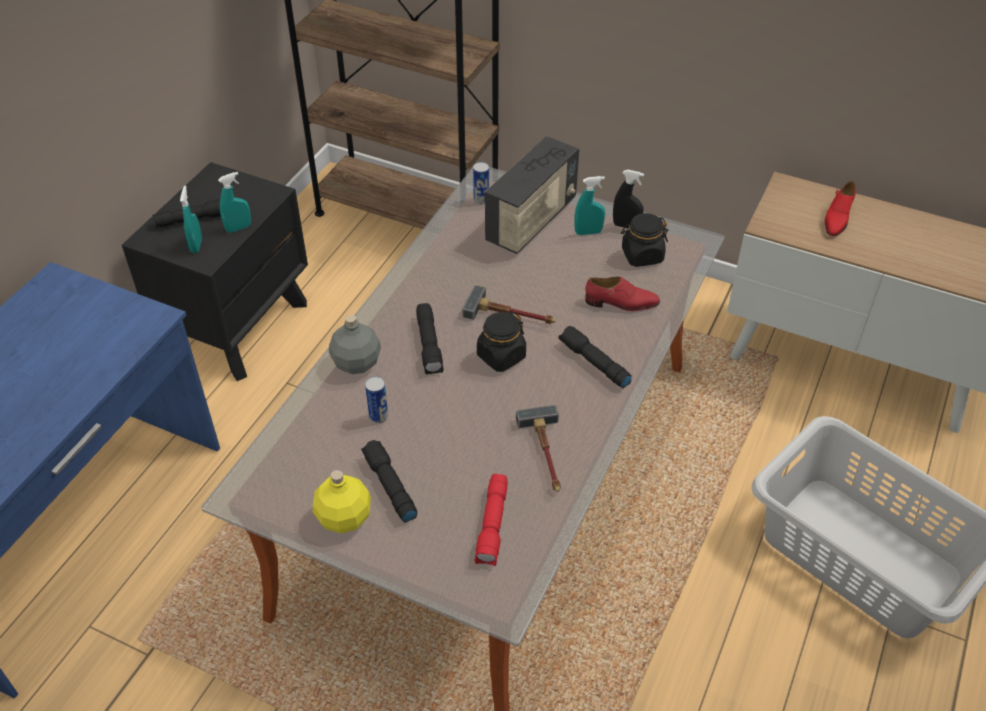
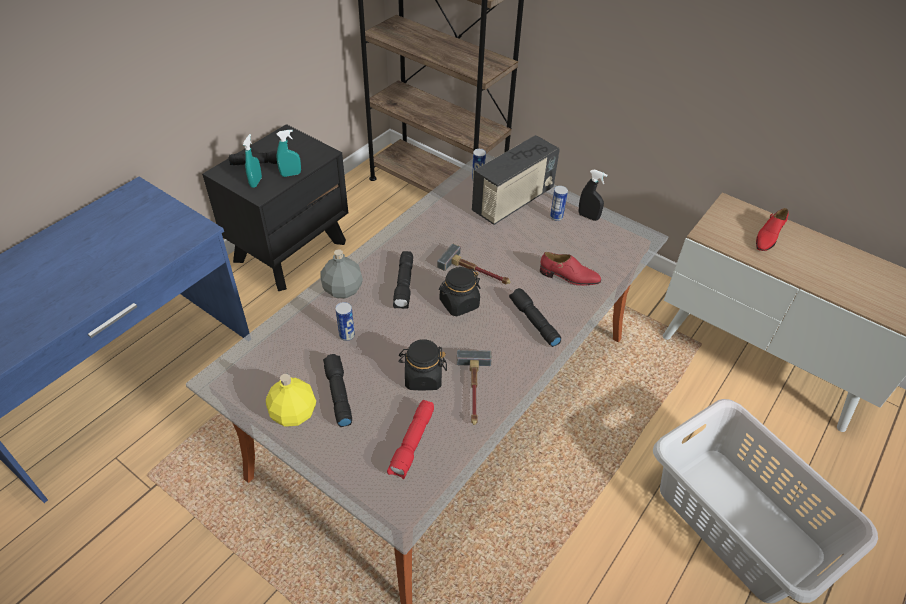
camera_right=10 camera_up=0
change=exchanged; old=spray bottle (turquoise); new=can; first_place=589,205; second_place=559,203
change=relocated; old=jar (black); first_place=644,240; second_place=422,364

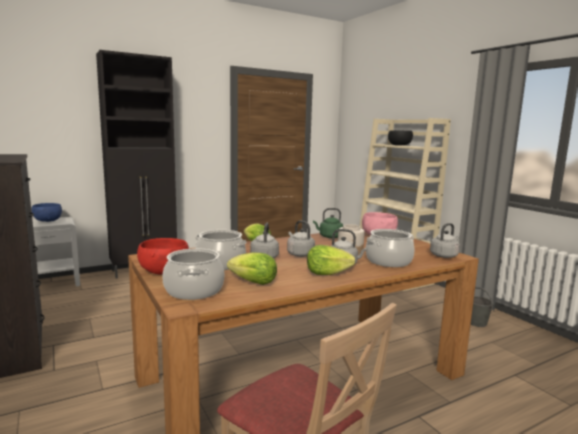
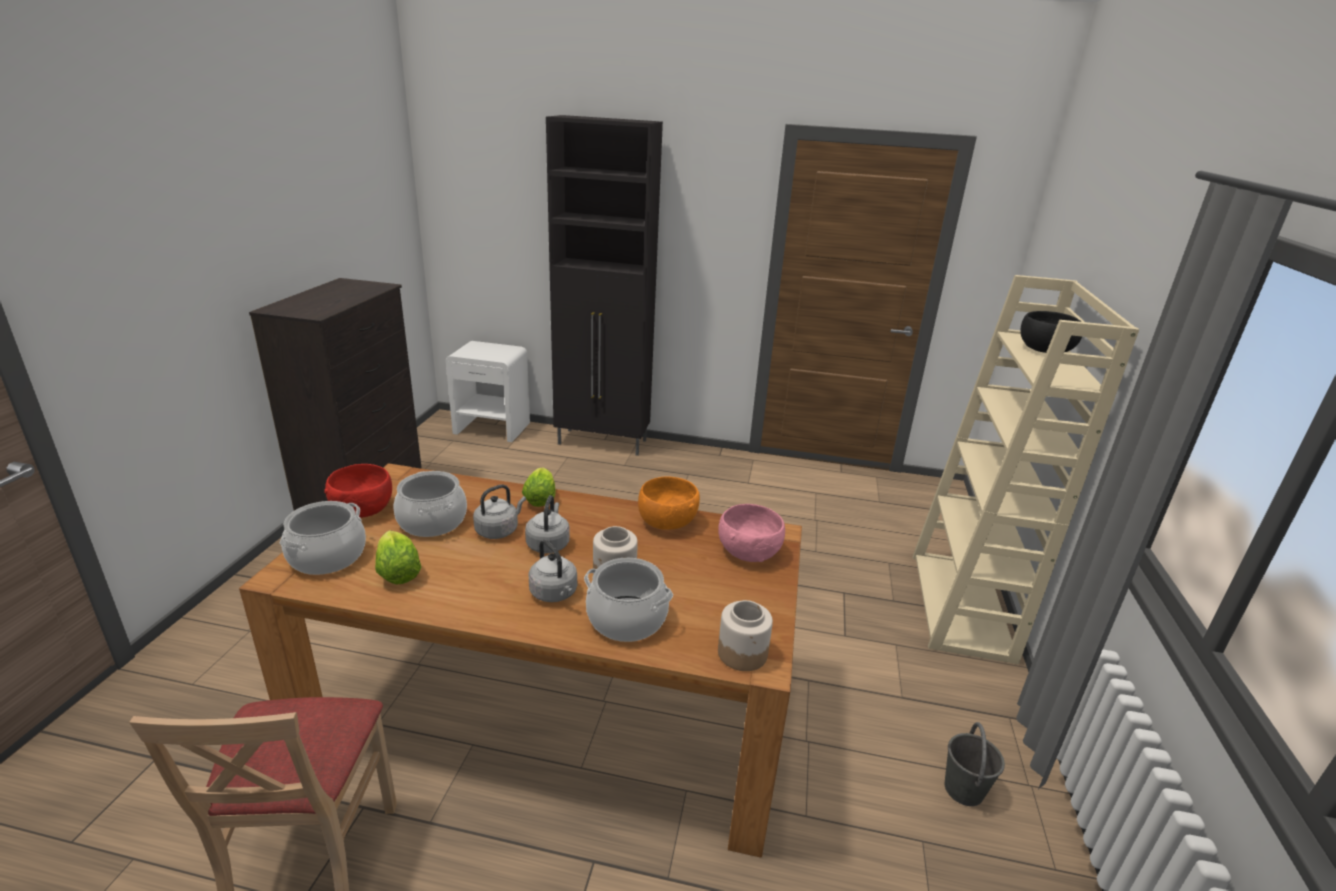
camera_right=40 camera_up=15
change=missing; old=bowl (blue); first_place=46,212
change=missing; old=lettuce; first_place=331,260
change=exchanged; old=kettle (green); new=bowl (orange); first_place=328,223; second_place=669,503
change=exchanged; old=kettle (grey); new=jar; first_place=445,240; second_place=745,635

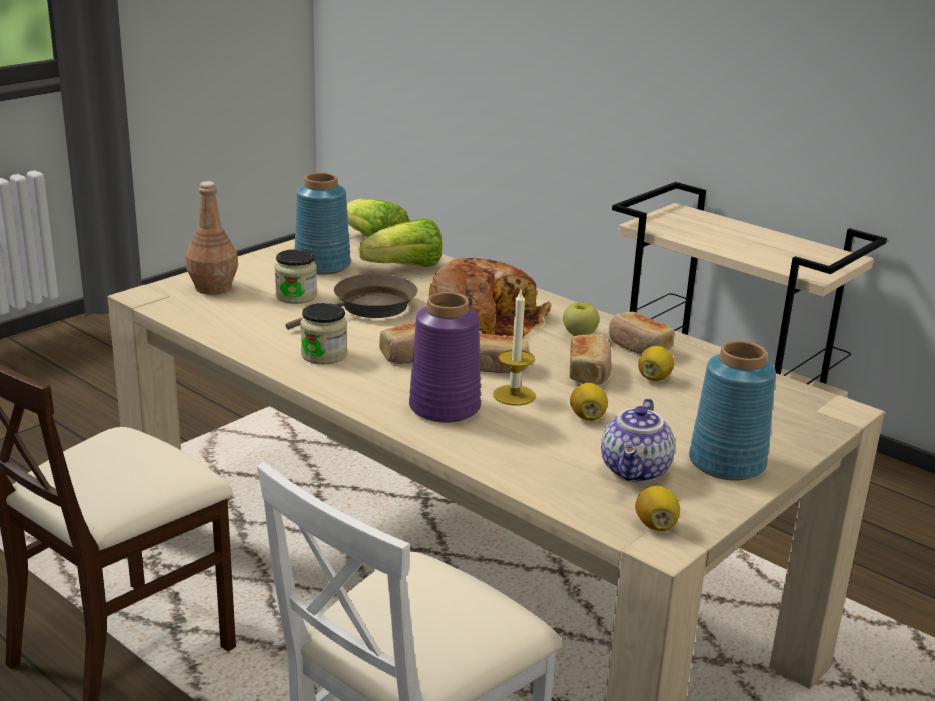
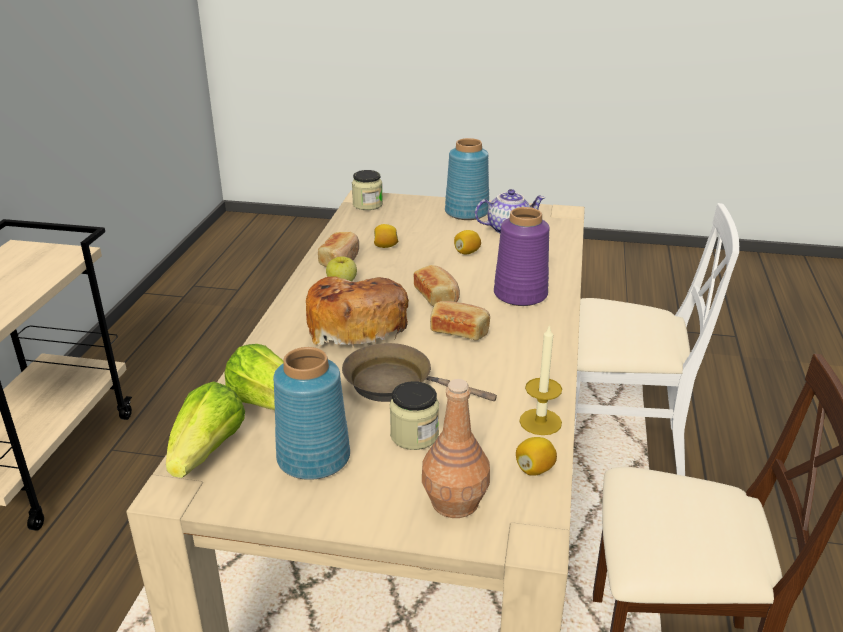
camera_right=-120 camera_up=5
change=relocated; old=jar; first_place=323,333; second_place=367,190
change=relocated; old=candle; first_place=514,348; second_place=540,379
change=missing; old=bread; first_place=590,359
change=relocated; old=lemon; first_place=657,508; second_place=536,456

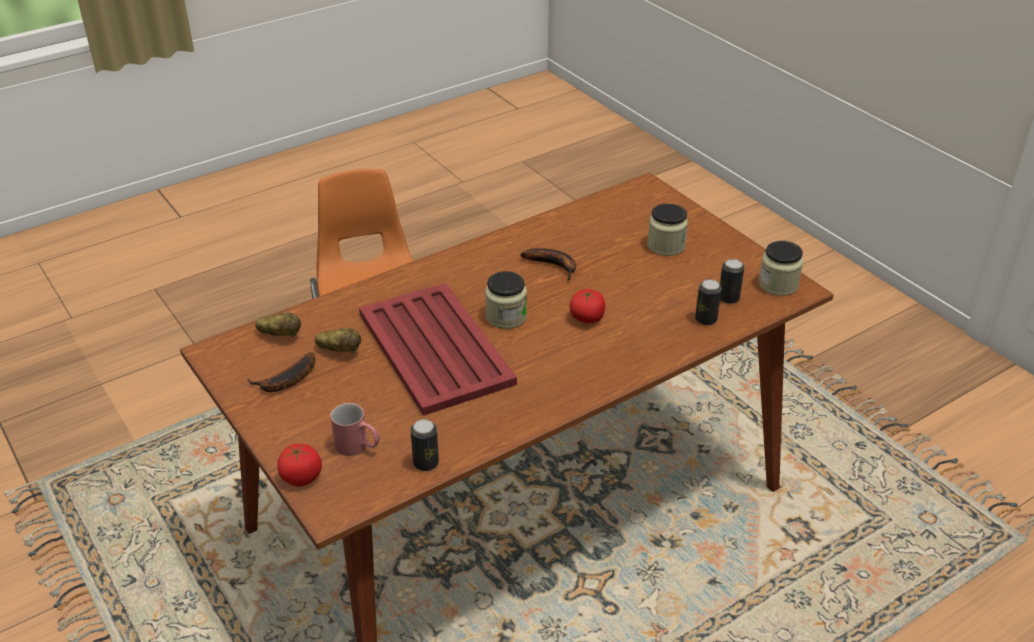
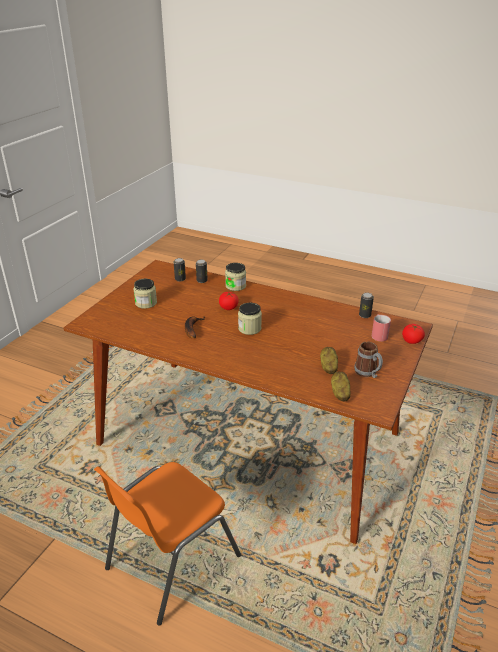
camera_right=-120 camera_up=-5
change=exchanged; old=banana; new=mug; first_place=282,372; second_place=368,359
change=missing; old=tray (red); first_place=438,349
change=relocated; old=jar; first_place=781,268; second_place=235,277

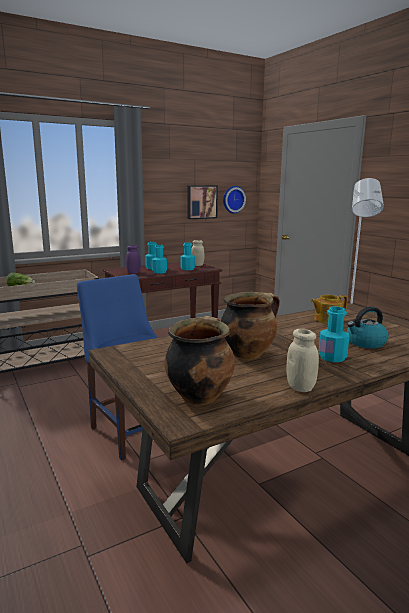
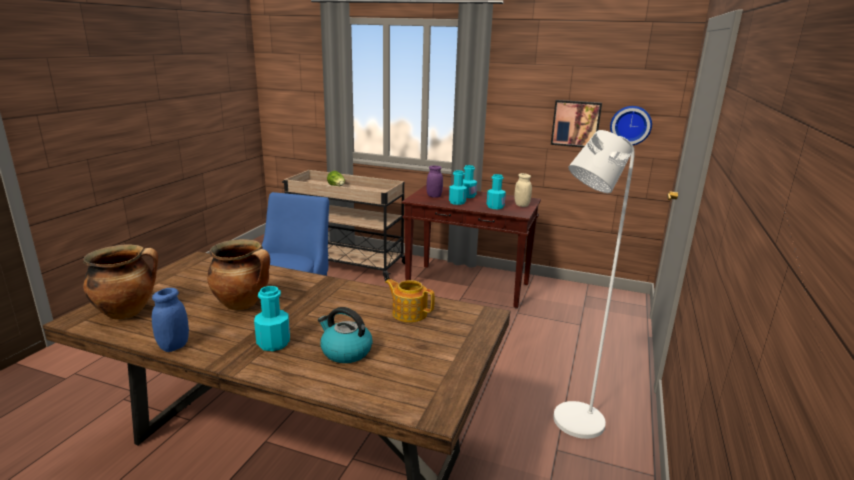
camera_right=50 camera_up=5
change=colour; old=jar (beige); new=jar (blue); first_place=302,360; second_place=170,320

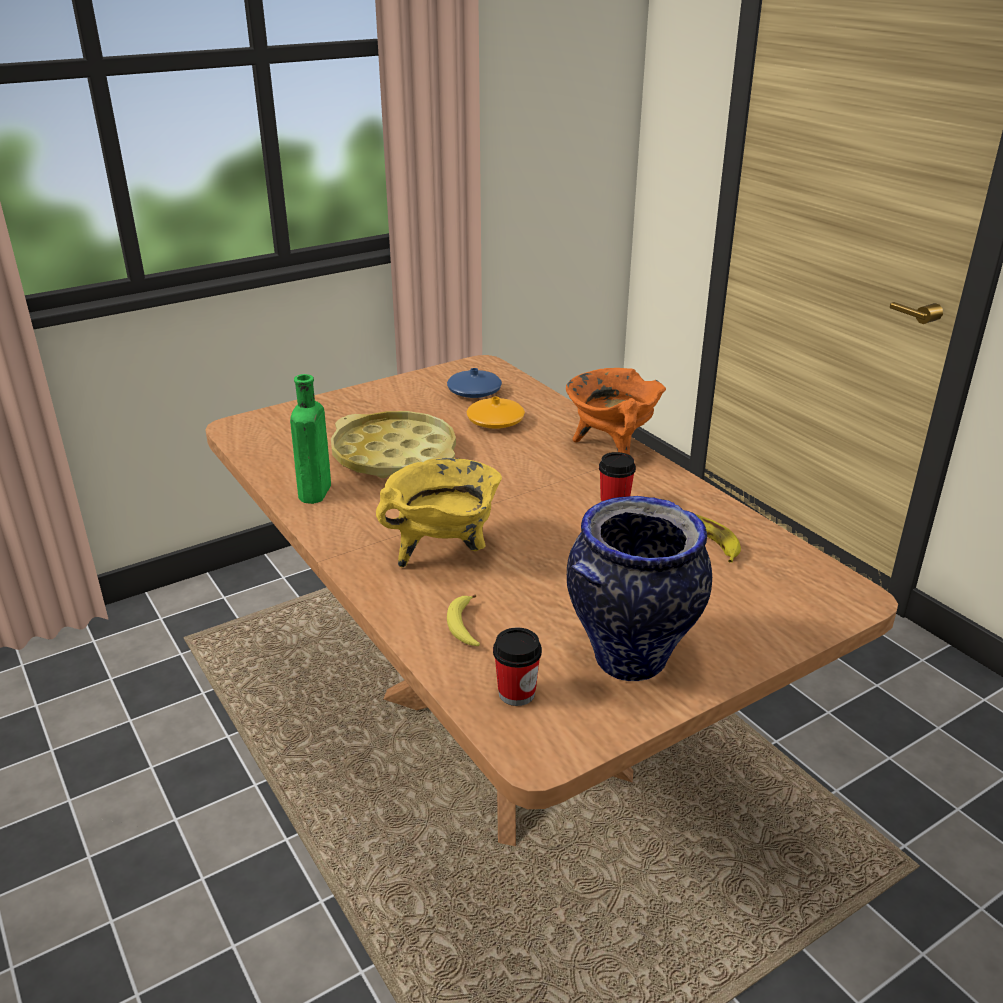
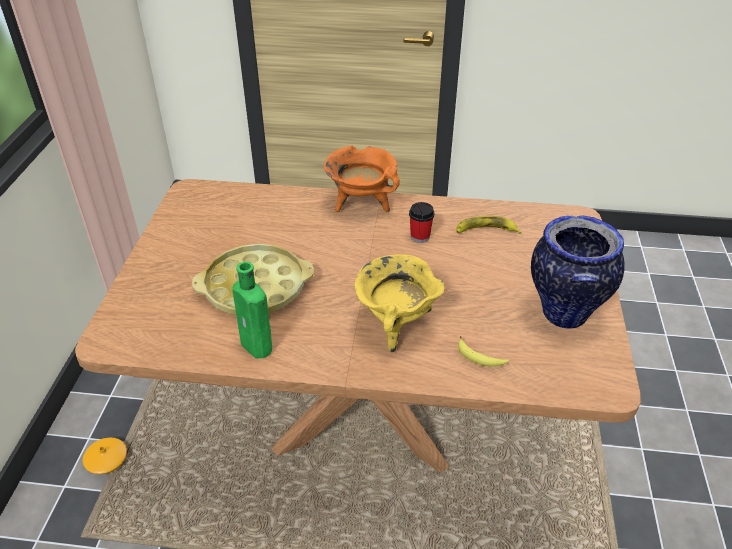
camera_right=-50 camera_up=10
change=missing; old=vase (blue); first_place=474,383
change=relocated; old=vase (orange); first_place=496,413; second_place=105,456
change=missing; old=cup; first_place=517,666

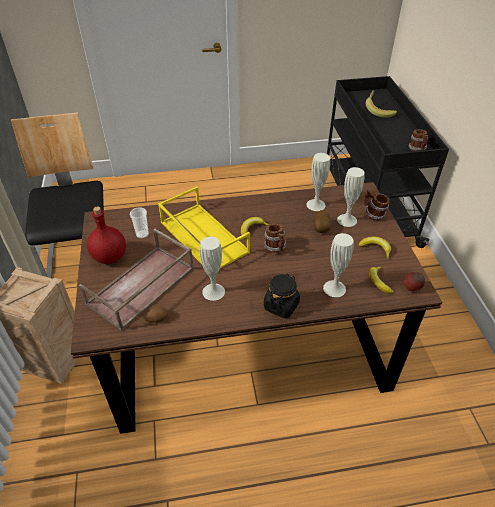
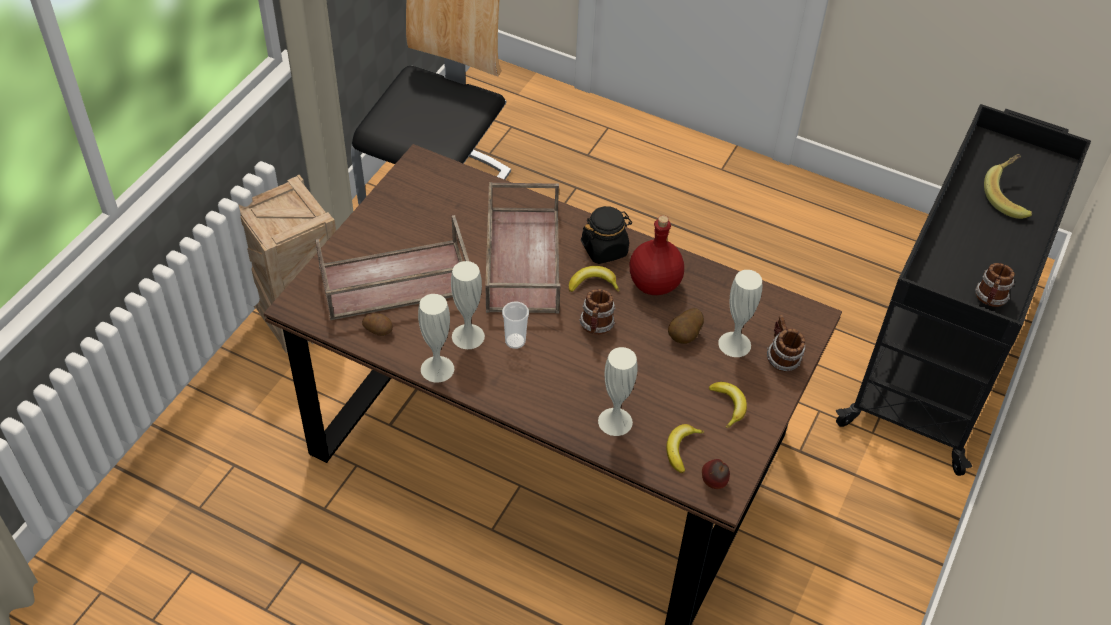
camera_right=35 camera_up=5
change=relocated; old=bottle (red); first_place=106,235; second_place=656,255
change=relocated; old=cup; first_place=139,223; second_place=515,325
change=colour; old=tray (yellow); new=tray (brown); first_place=204,227; second_place=522,247
change=relocated; old=jar (black); first_place=282,295; second_place=606,235
change=relocated; old=vase (white); first_place=318,182; second_place=436,338

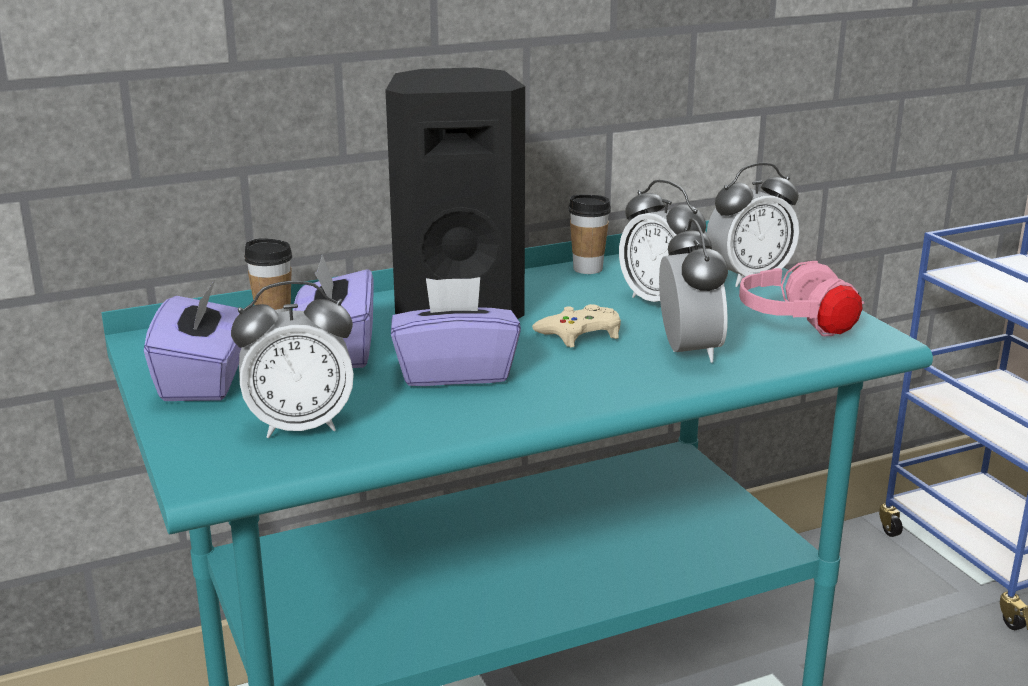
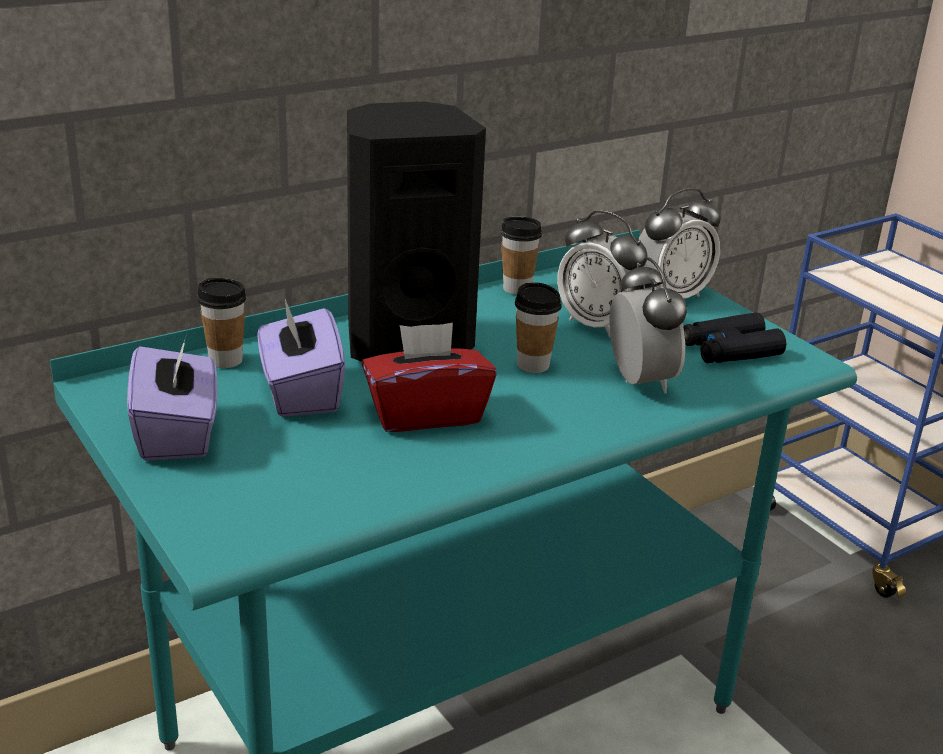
camera_right=-10 camera_up=5
change=missing; old=alarm clock; first_place=292,359
change=colour; old=tissue box (purple); new=tissue box (red); first_place=456,331; second_place=429,377
change=exchanged; old=game controller (beige); new=cup; first_place=576,326; second_place=538,327
change=exchanged; old=headphones (pink); new=binoculars (black); first_place=801,298; second_place=734,337

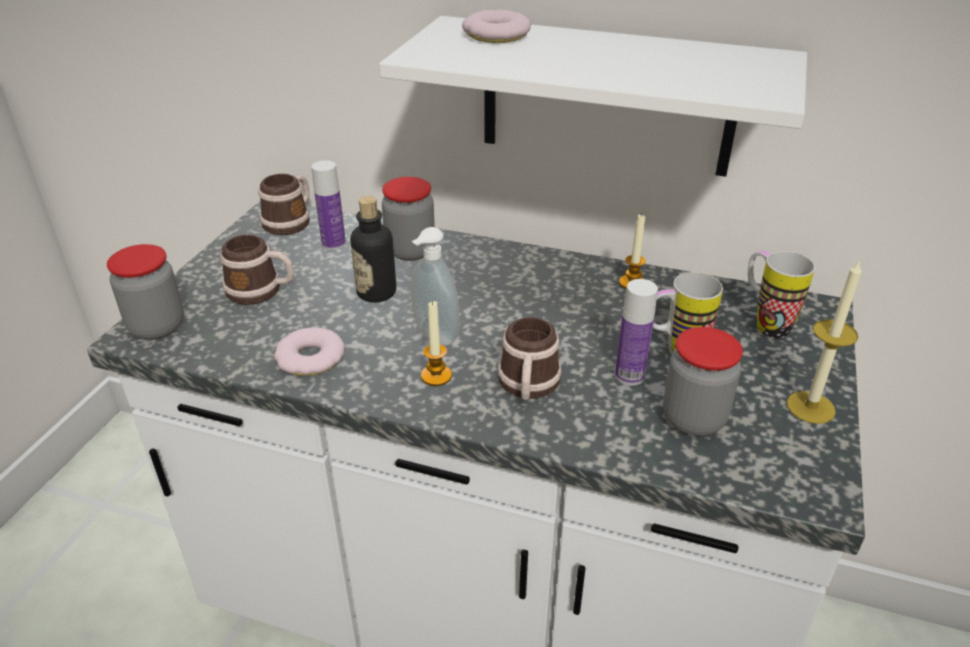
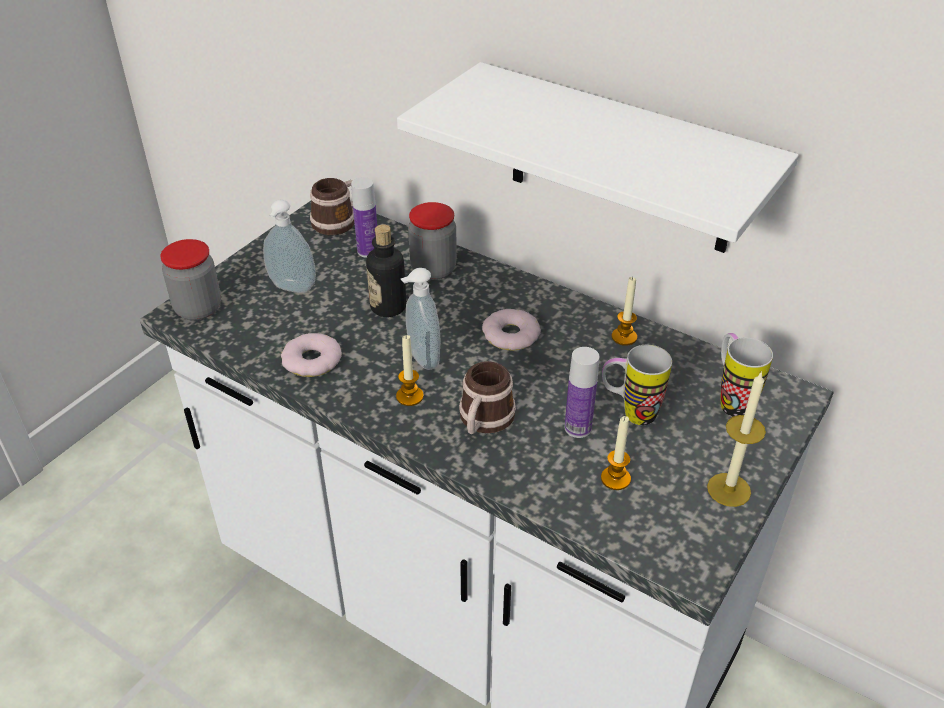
camera_right=15 camera_up=5
change=exchanged; old=mug; new=soap dispenser; first_place=257,270; second_place=289,246
change=relocated; old=donut; first_place=496,26; second_place=511,329
change=exchanged; old=jar; new=candle; first_place=703,381; second_place=616,453

